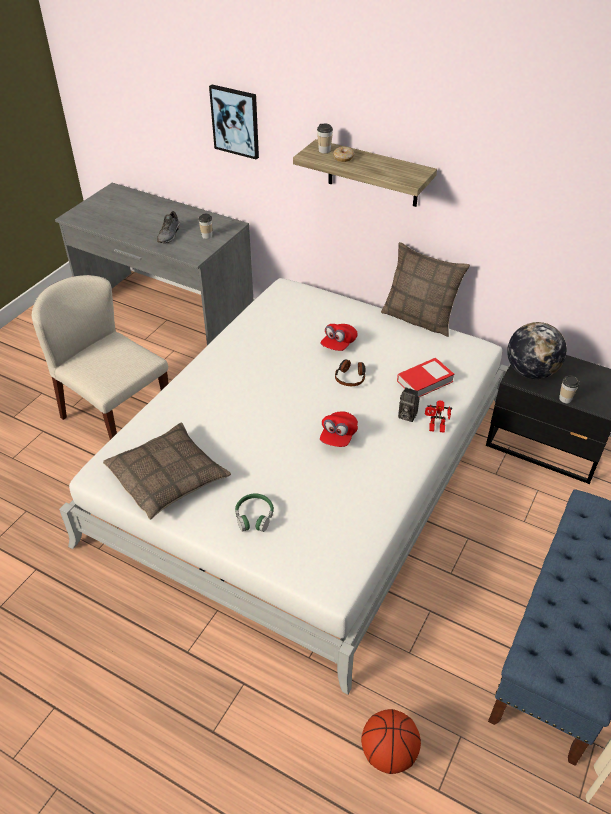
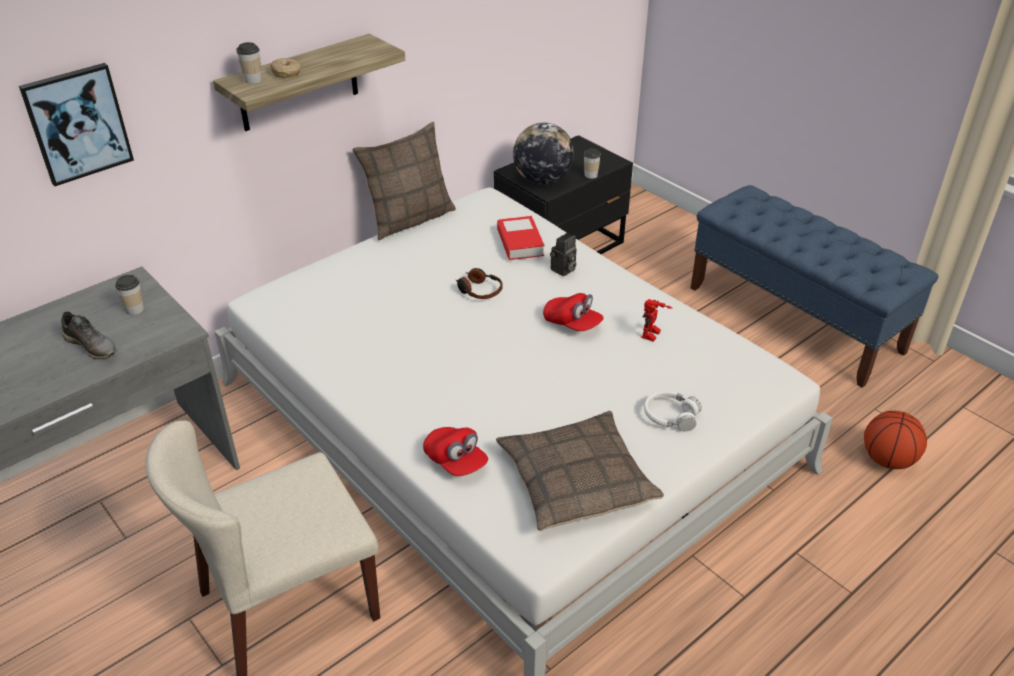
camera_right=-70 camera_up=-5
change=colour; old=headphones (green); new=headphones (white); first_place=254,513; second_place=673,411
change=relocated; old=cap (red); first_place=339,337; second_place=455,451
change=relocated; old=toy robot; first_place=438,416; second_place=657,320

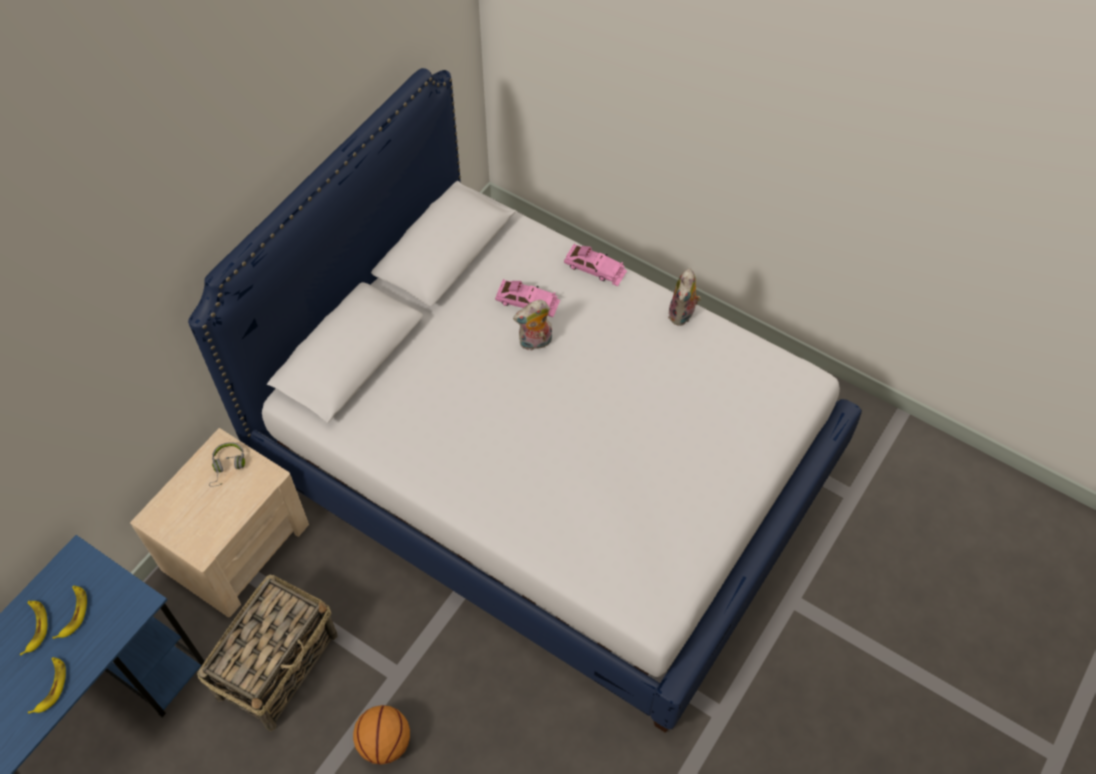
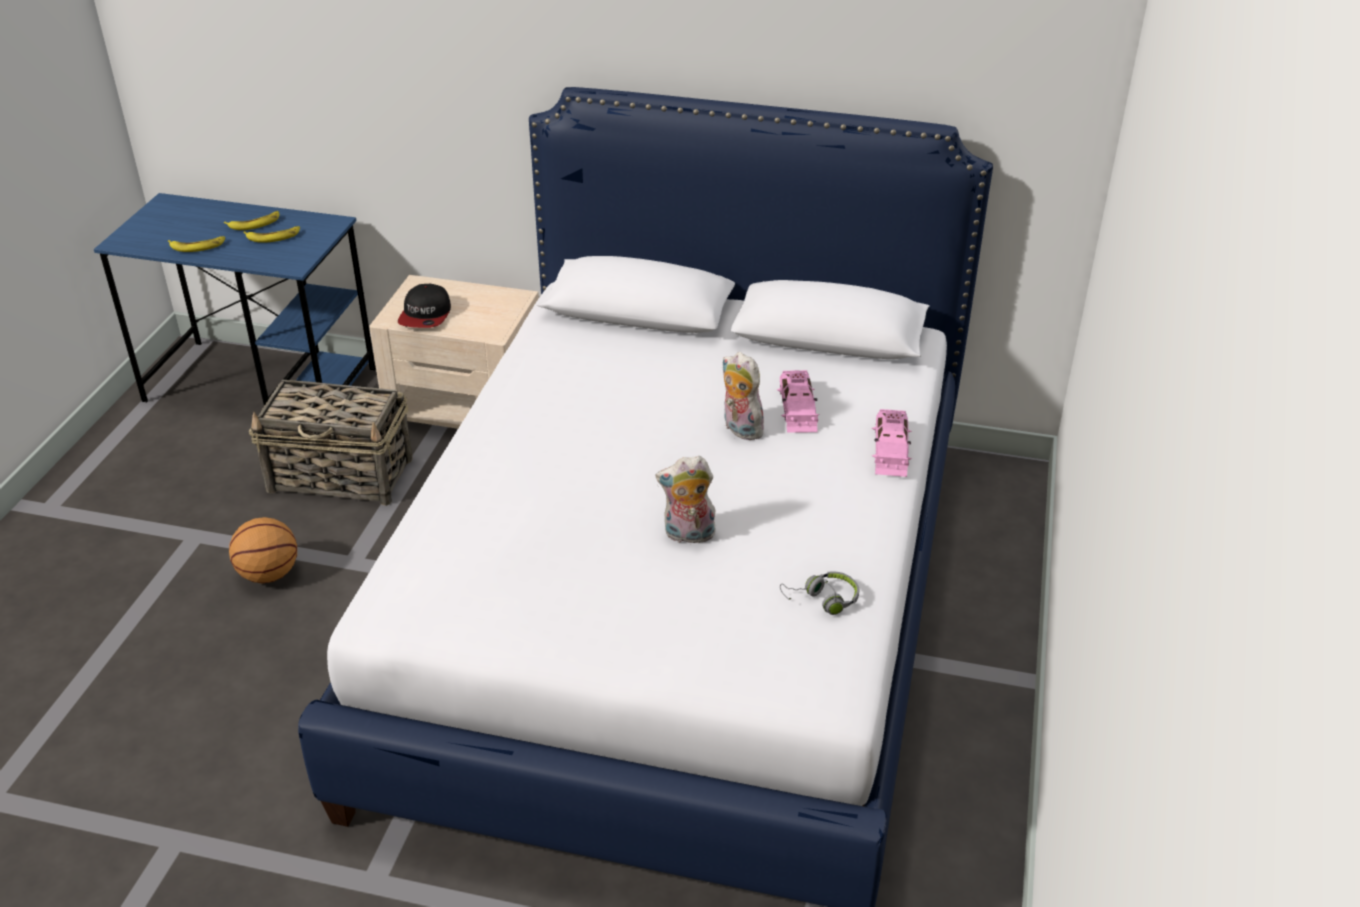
camera_right=70 camera_up=-20
change=relocated; old=headphones (grey); first_place=227,464; second_place=819,593
change=relocated; old=plush toy; first_place=684,297; second_place=685,499
change=appeared; new=cap; second_place=424,306

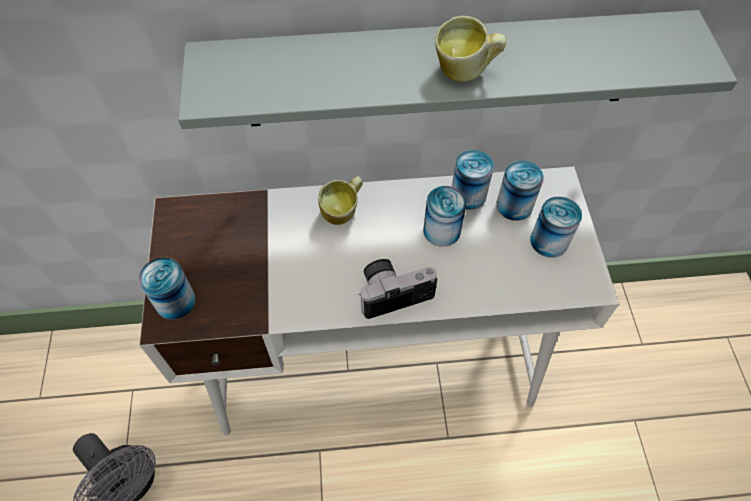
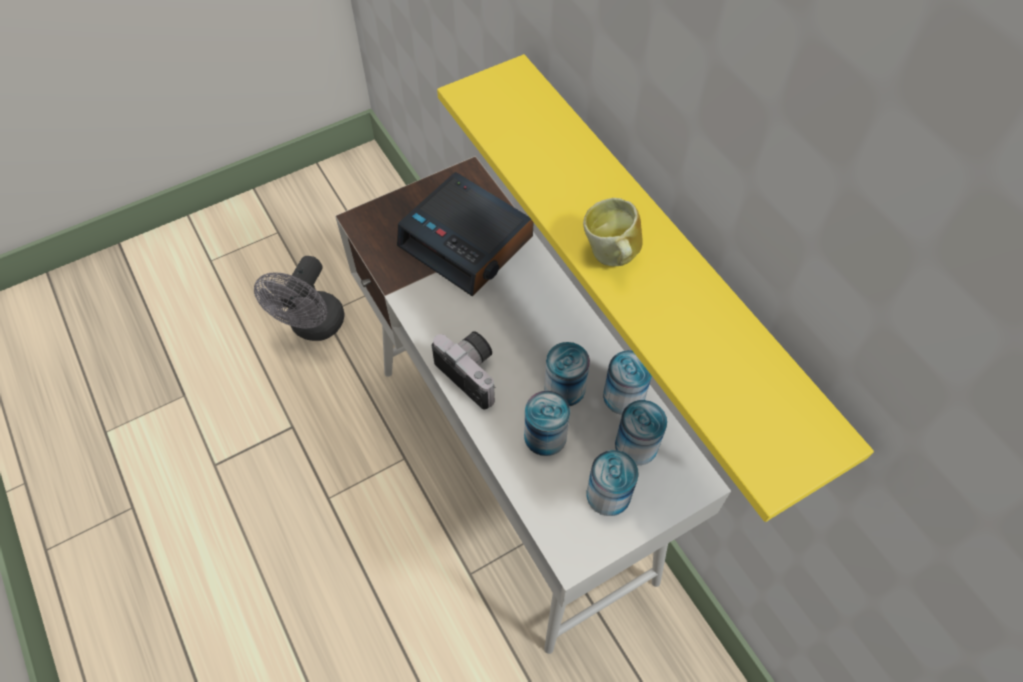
camera_right=65 camera_up=0
change=relocated; old=can; first_place=167,288; second_place=547,423
change=colour; old=shelf (grey); new=shelf (yellow); first_place=457,69; second_place=655,288
change=missing; old=mug; first_place=340,200
change=appeared; new=alarm clock; second_place=465,234

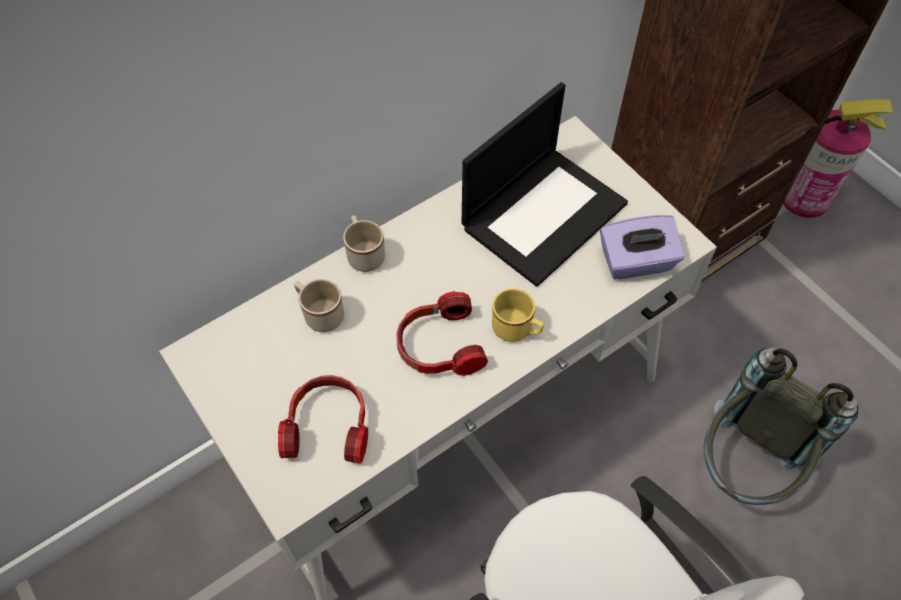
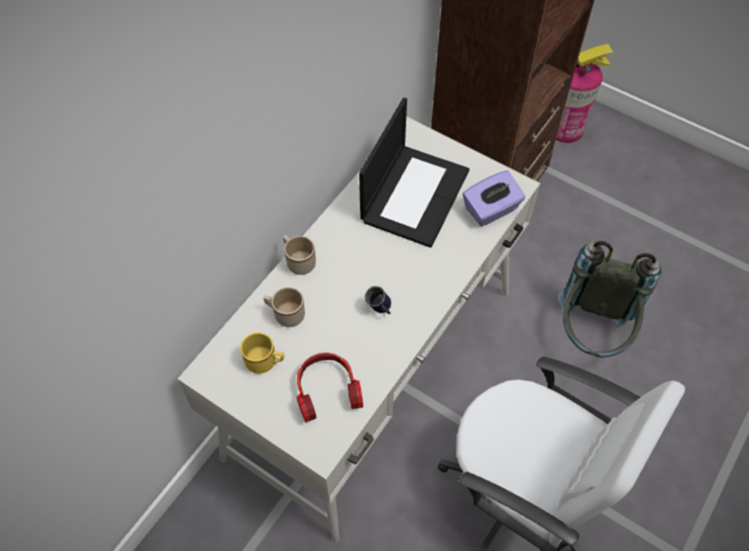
camera_right=-20 camera_up=0
change=exchanged; old=headphones; new=mug (blue); first_place=442,333; second_place=378,300
change=relocated; old=mug (yellow); first_place=518,315; second_place=262,353

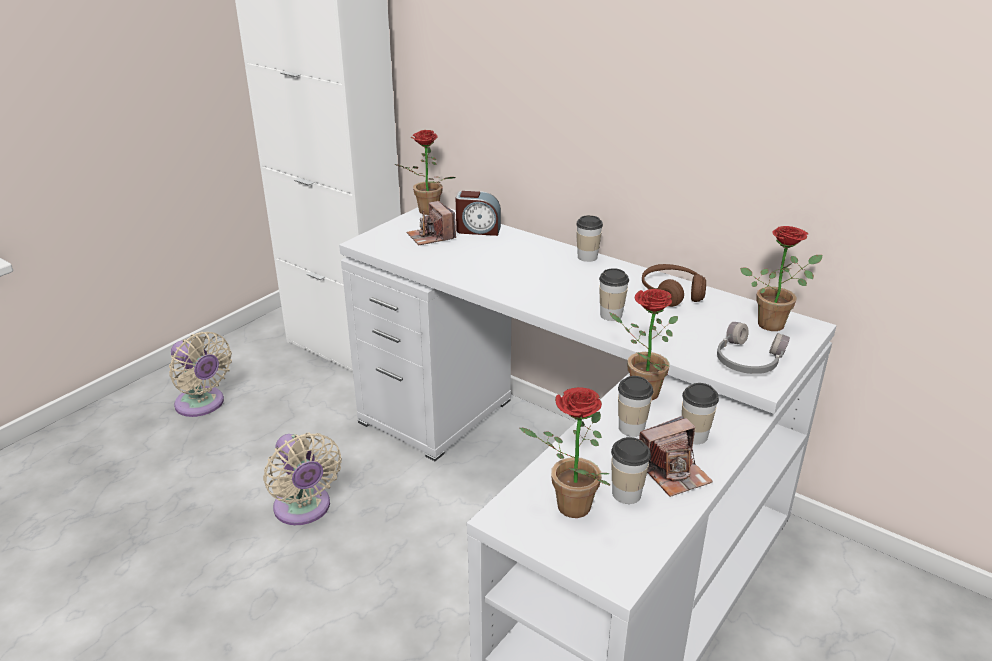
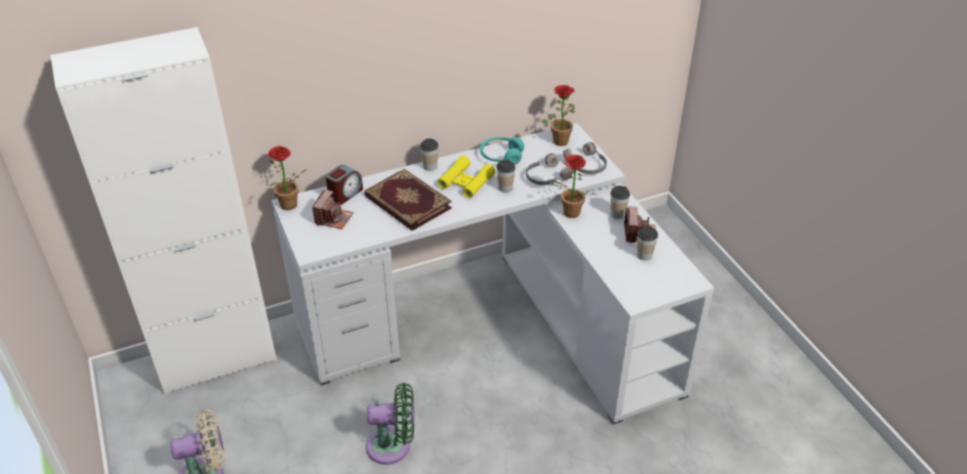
camera_right=-60 camera_up=10
change=colour; old=fan (beige); new=fan (green); first_place=302,479; second_place=390,424
change=spun; old=photo camera; first_place=431,223; second_place=333,209; degrees=-75
change=missing; old=potted plant; first_place=565,452
change=missing; old=cup; first_place=636,406
change=colour; old=headphones (brown); new=headphones (turquoise); first_place=674,285; second_place=502,150
change=appeared; new=book; second_place=408,200
change=appeared; new=binoculars (yellow); second_place=467,177
change=appeared; new=headphones (grey); second_place=550,169

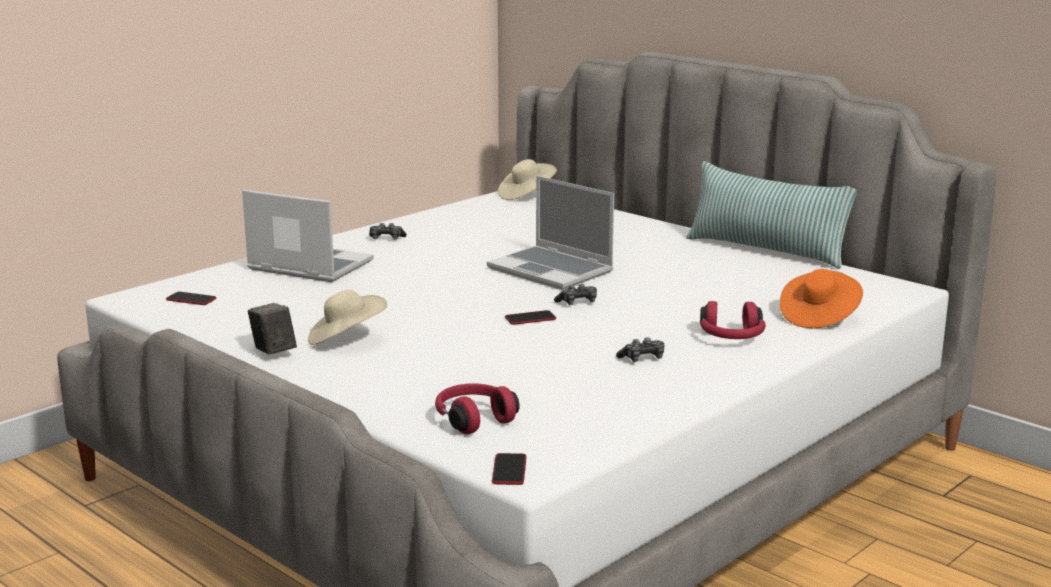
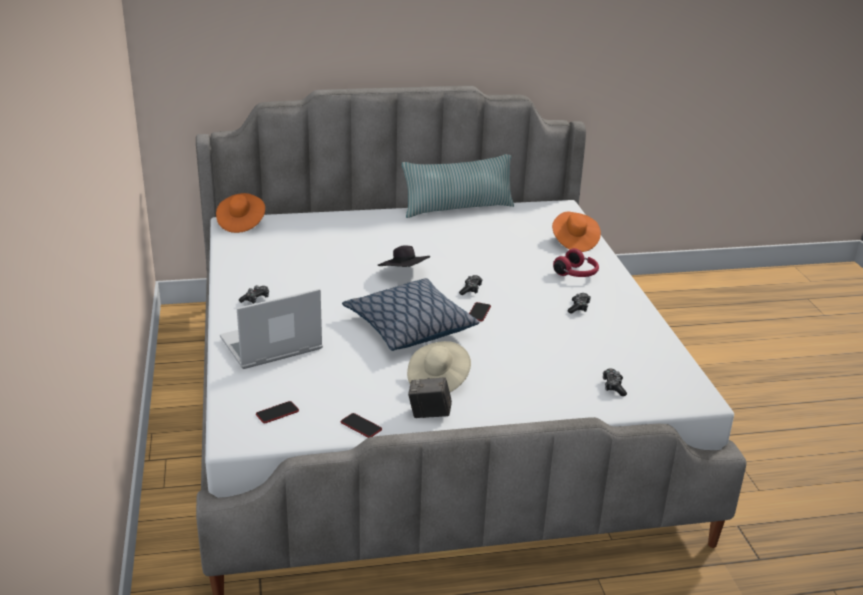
camera_right=-55 camera_up=10
change=exchanged; old=headphones (red); new=game controller; first_place=477,408; second_place=615,382
change=exchanged; old=laptop; new=hat (black); first_place=550,233; second_place=404,256
change=relocated; old=phone; first_place=509,469; second_place=361,425
change=colour; old=hat (beige); new=hat (orange); first_place=527,179; second_place=240,213
change=appeared; new=pillow; second_place=410,314

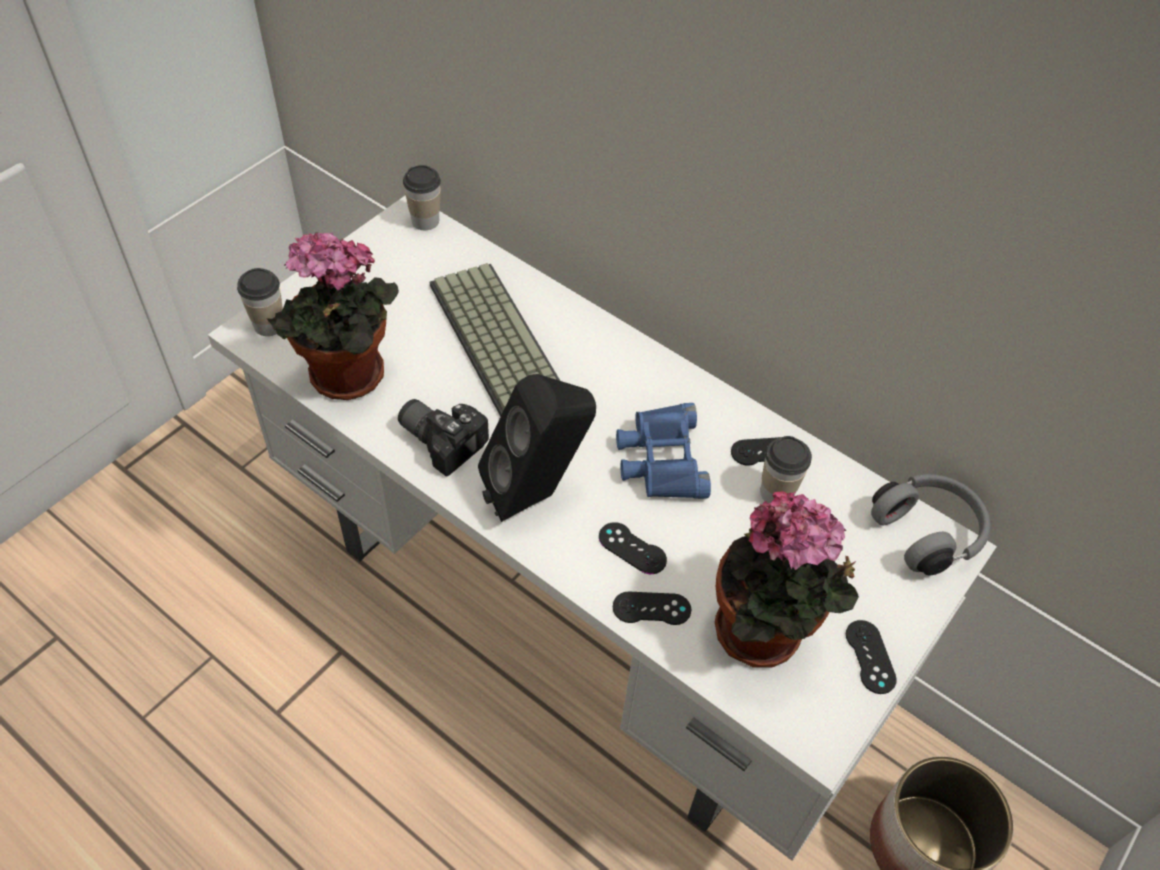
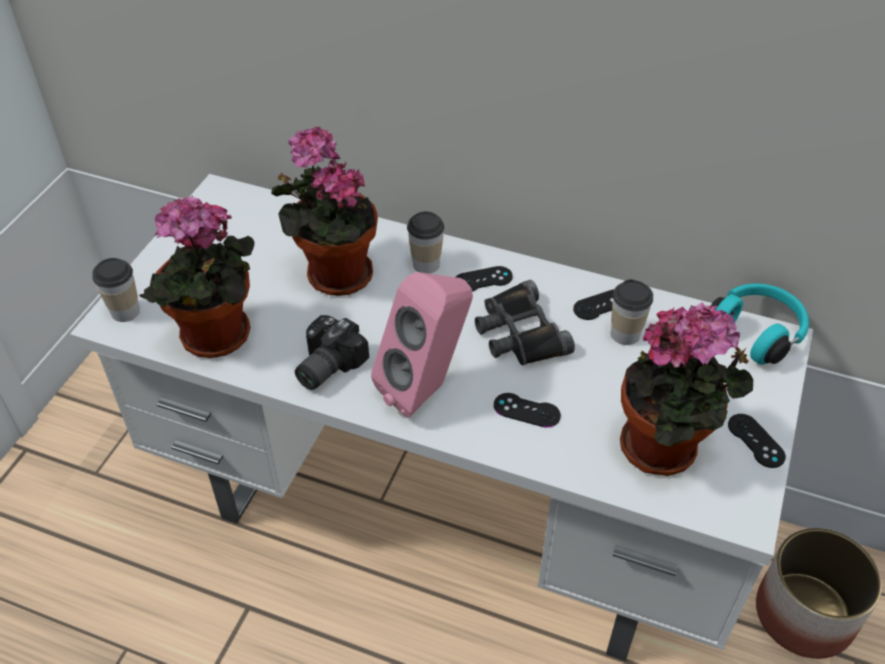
camera_right=-15 camera_up=-5
change=spun; old=photo camera; first_place=443,437; second_place=332,352; degrees=-75
change=relocated; old=cup; first_place=422,197; second_place=425,242
change=exchanged; old=keyboard; new=potted plant; first_place=495,340; second_place=324,211
change=colour; old=speaker (black); new=speaker (pink); first_place=537,448; second_place=422,345
change=relocated; old=game controller (black); first_place=652,608; second_place=484,279
change=colour; old=binoculars (blue); new=binoculars (black); first_place=663,451; second_place=525,322
change=colour; old=headphones (grey); new=headphones (turquoise); first_place=931,525; second_place=760,324

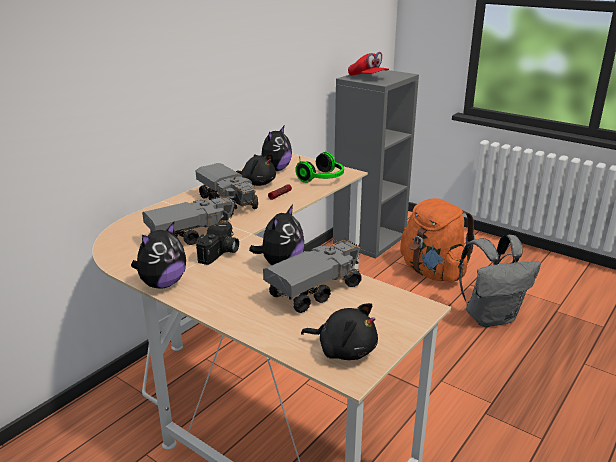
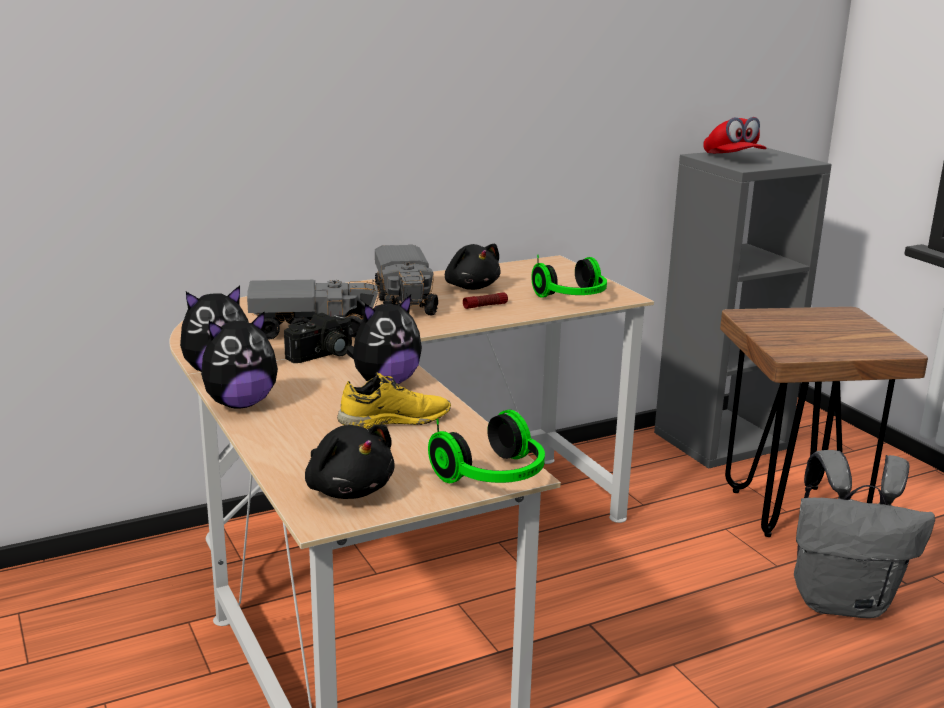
camera_right=25 camera_up=-5
change=relocated; old=plush toy; first_place=272,148; second_place=239,360
change=exchanged; old=toy truck; new=shoe (yellow); first_place=312,275; second_place=394,401
change=exchanged; old=backpack (orange); new=stool (brown); first_place=438,240; second_place=824,422
change=appeared; new=headphones; second_place=486,446

